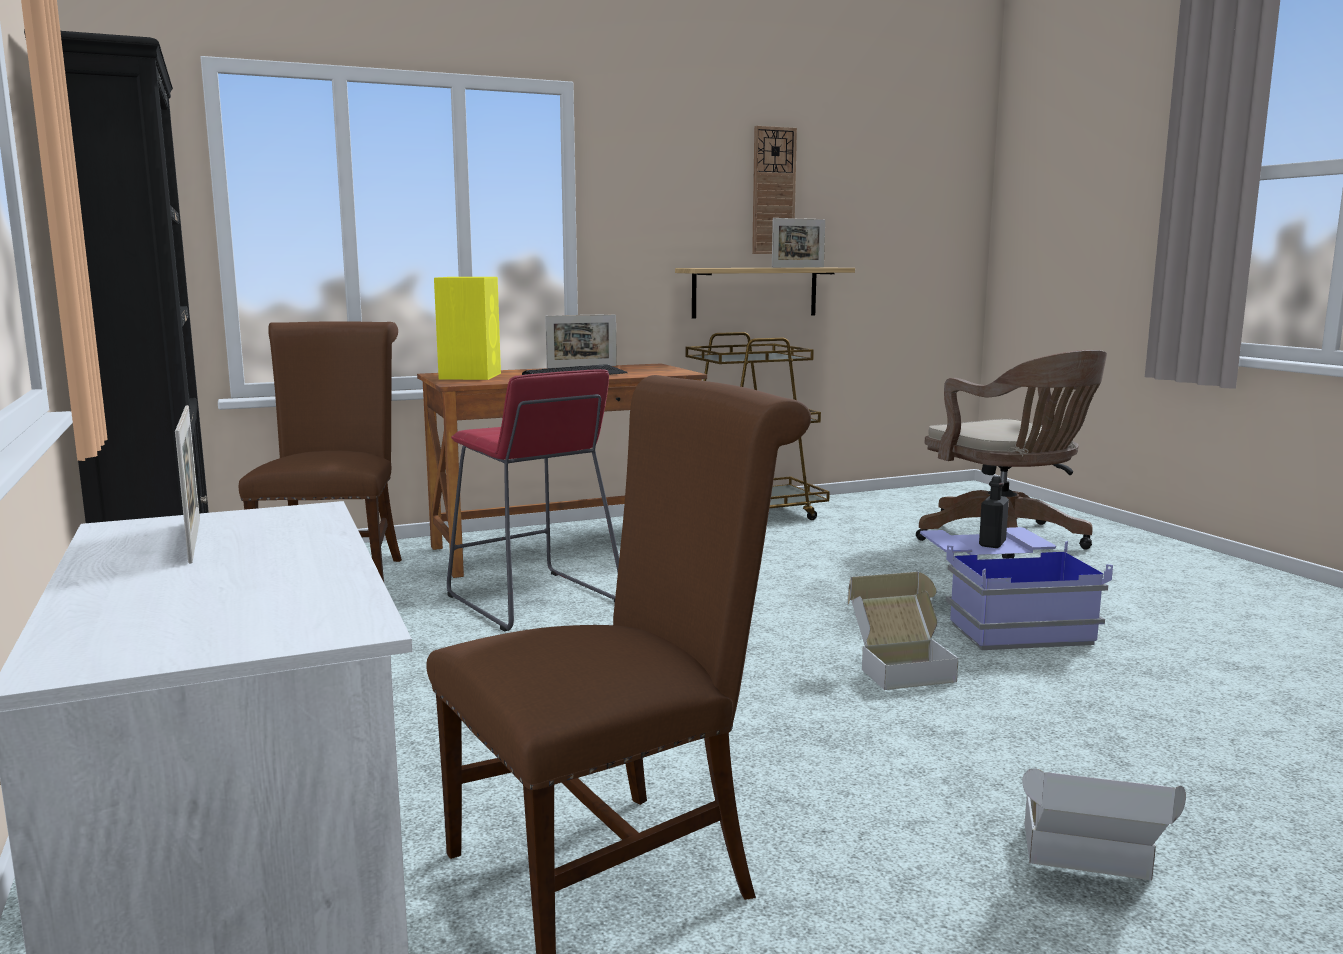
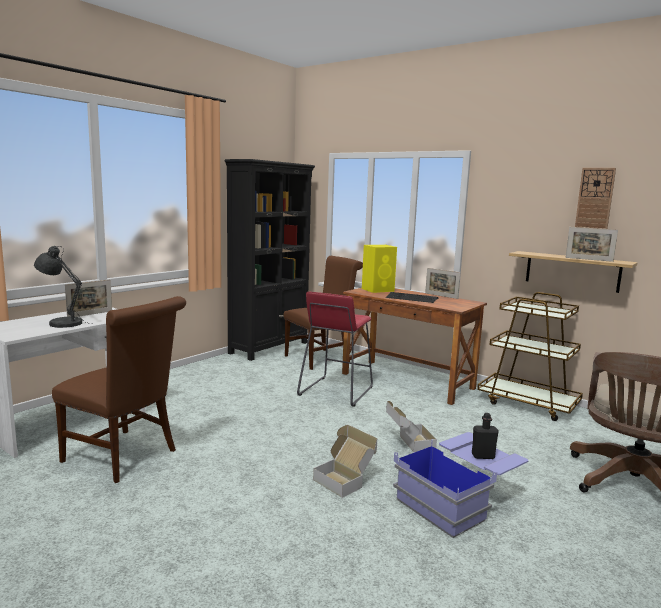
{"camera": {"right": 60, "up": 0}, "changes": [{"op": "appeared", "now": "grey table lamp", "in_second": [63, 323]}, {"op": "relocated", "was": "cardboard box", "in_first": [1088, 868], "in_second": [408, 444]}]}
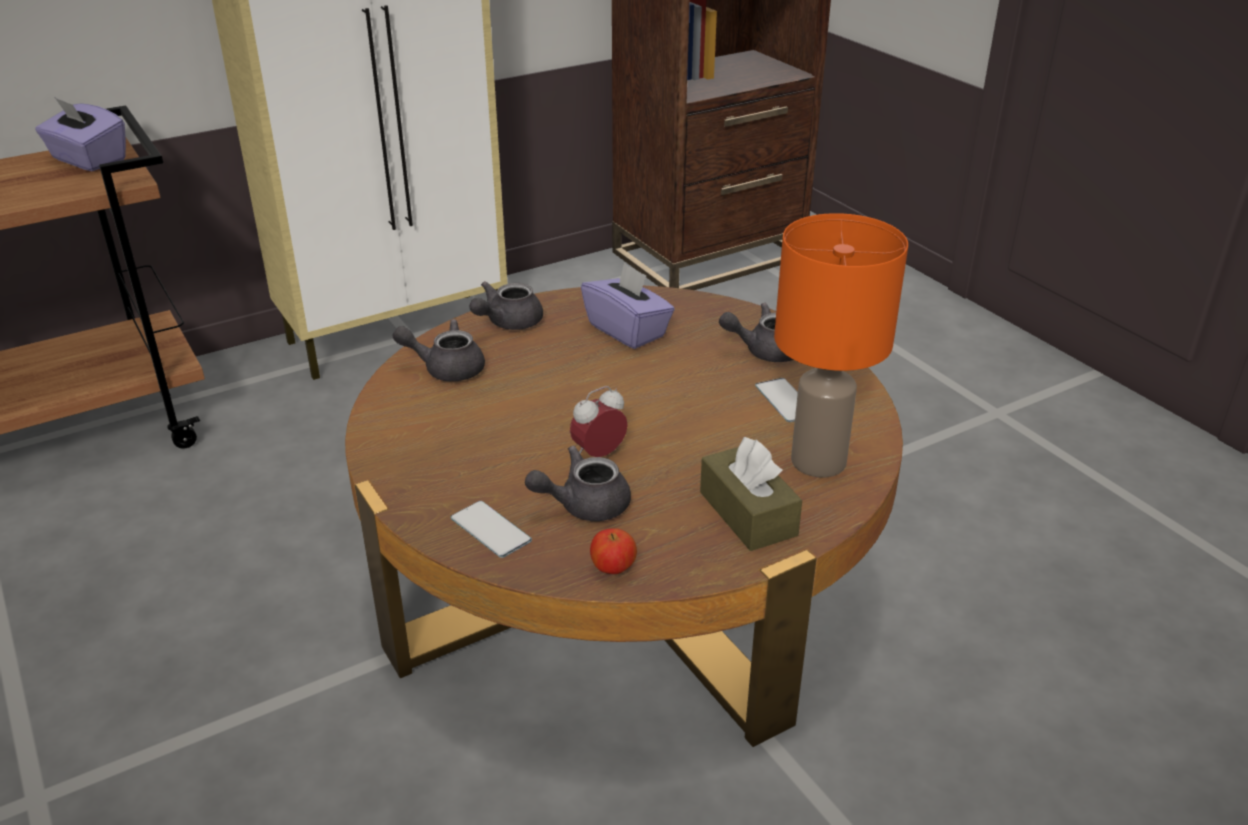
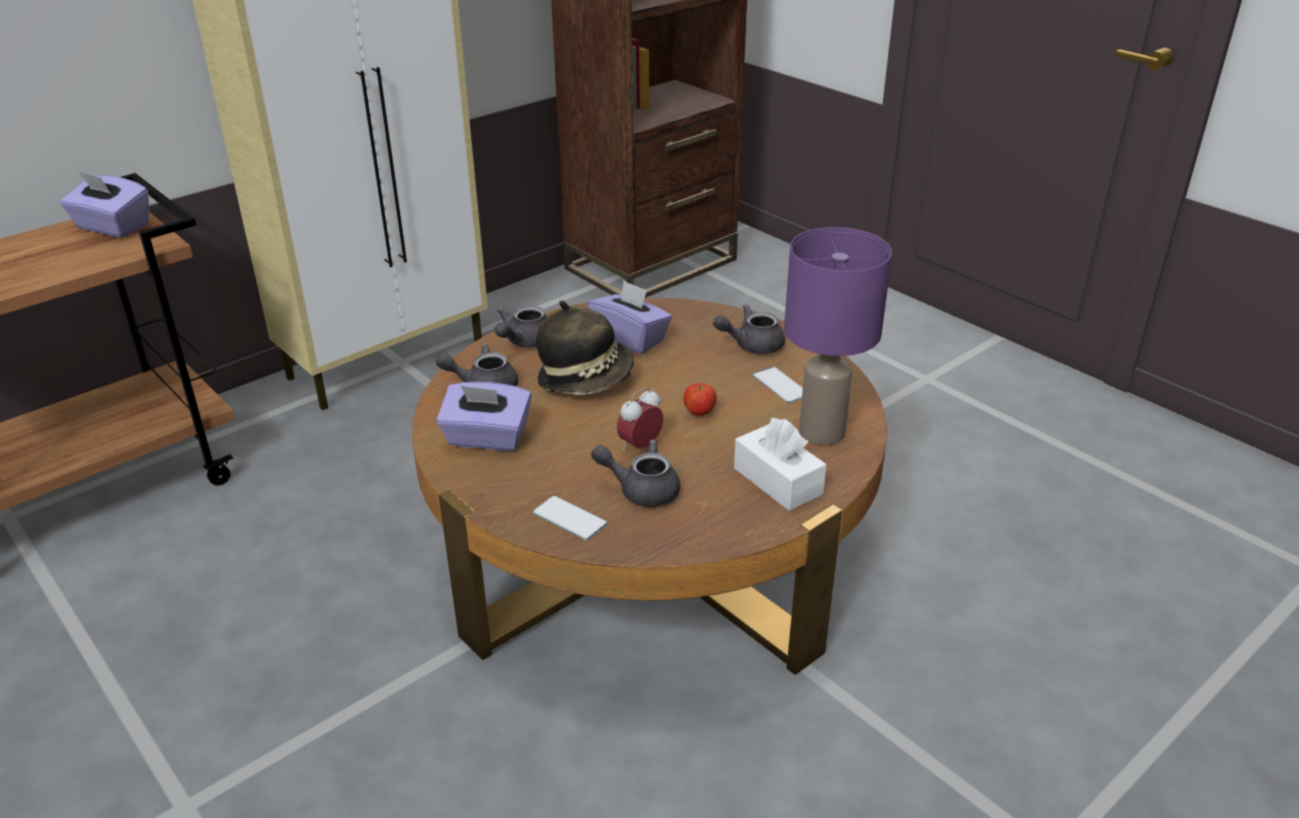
{"camera": {"right": -10, "up": 0}, "changes": [{"op": "appeared", "now": "purple tissue box", "in_second": [487, 438]}, {"op": "appeared", "now": "hat", "in_second": [586, 379]}, {"op": "relocated", "was": "apple", "in_first": [613, 569], "in_second": [699, 413]}, {"op": "colour", "was": "brown tissue box", "now": "white tissue box", "in_first": [748, 514], "in_second": [777, 481]}, {"op": "colour", "was": "orange table lamp", "now": "purple table lamp", "in_first": [820, 462], "in_second": [823, 433]}, {"op": "spun", "was": "grey teapot", "in_first": [583, 505], "in_second": [641, 489], "clockwise": 45}]}
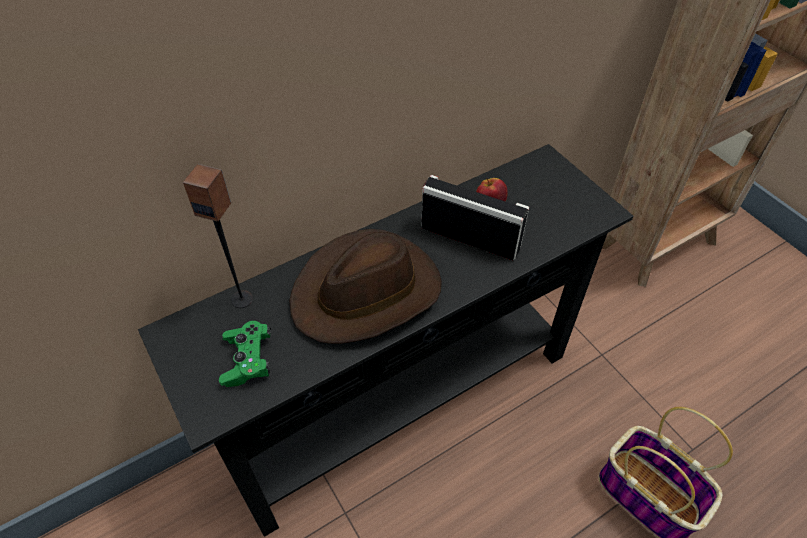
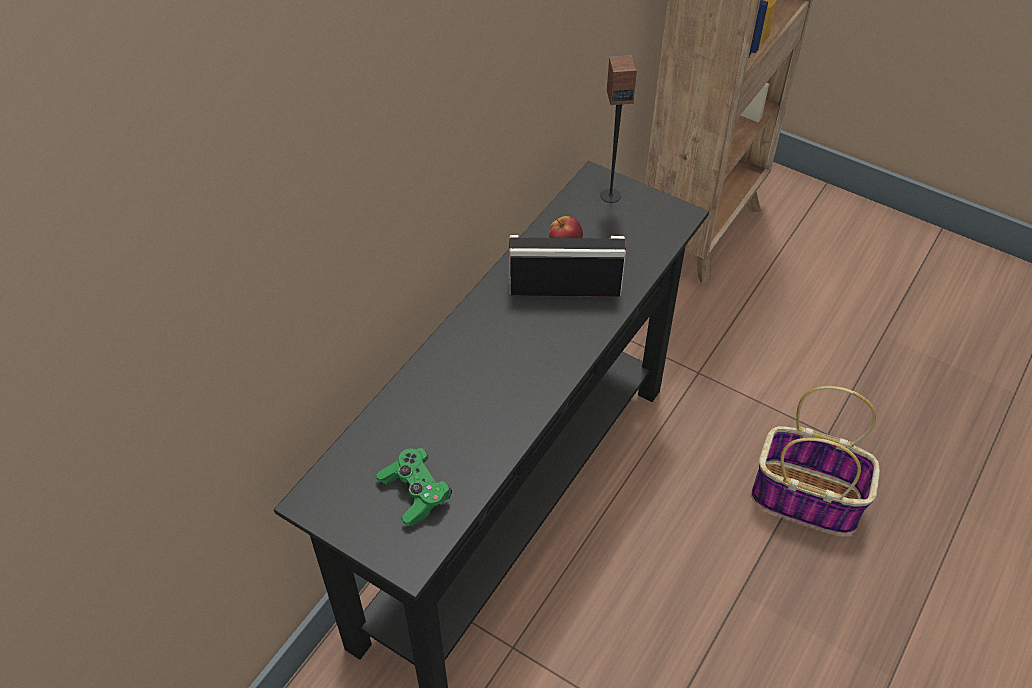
{"camera": {"right": -25, "up": 0}, "changes": [{"op": "missing", "was": "brown hat", "in_first": [367, 292]}, {"op": "relocated", "was": "speaker", "in_first": [242, 299], "in_second": [610, 195]}]}
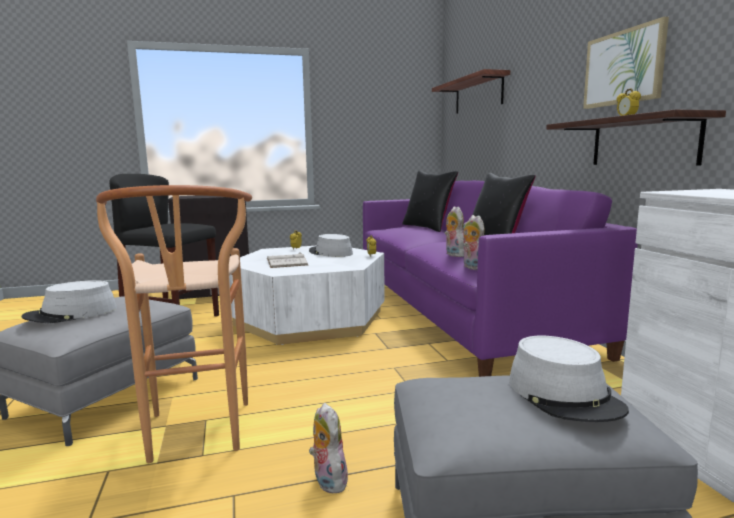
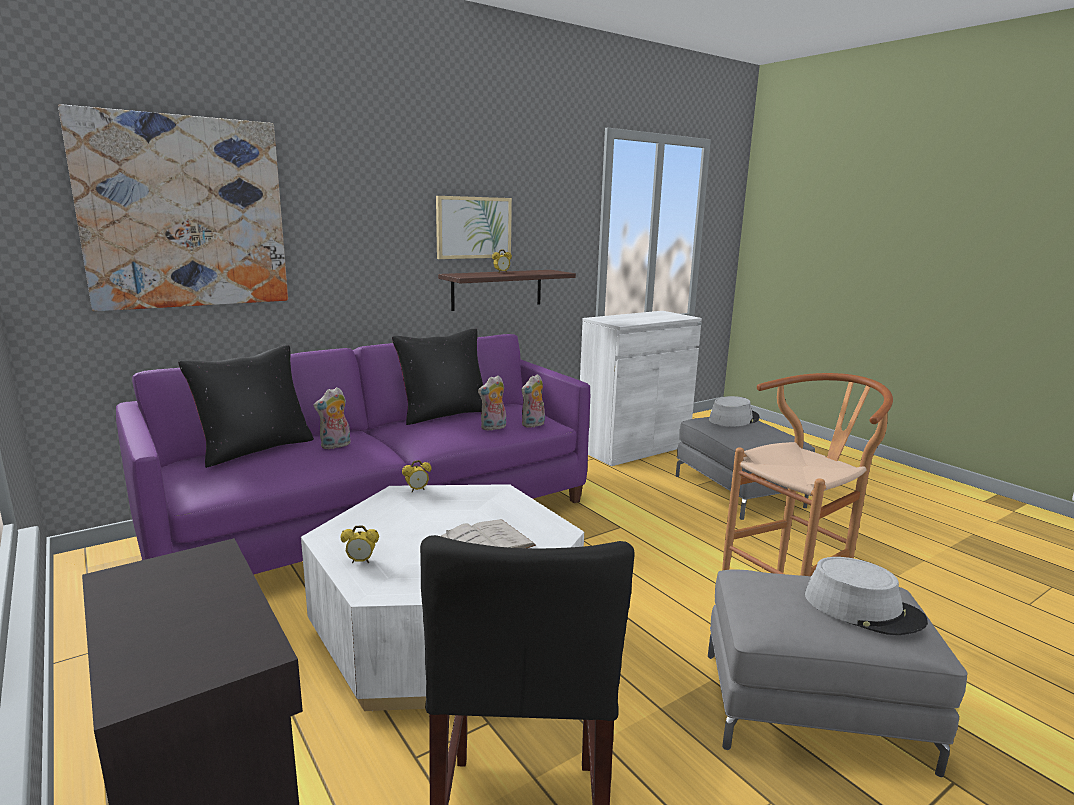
{"camera": {"right": -110, "up": 5}, "changes": [{"op": "missing", "was": "grey hat", "in_first": [330, 253]}, {"op": "relocated", "was": "plush toy", "in_first": [327, 480], "in_second": [335, 446]}, {"op": "exchanged", "was": "shelf", "now": "picture", "in_first": [478, 94], "in_second": [185, 213]}]}
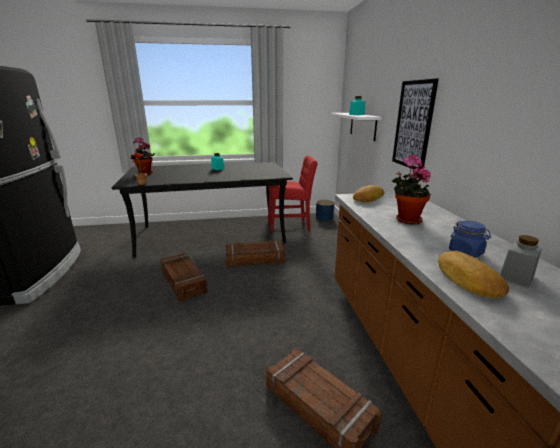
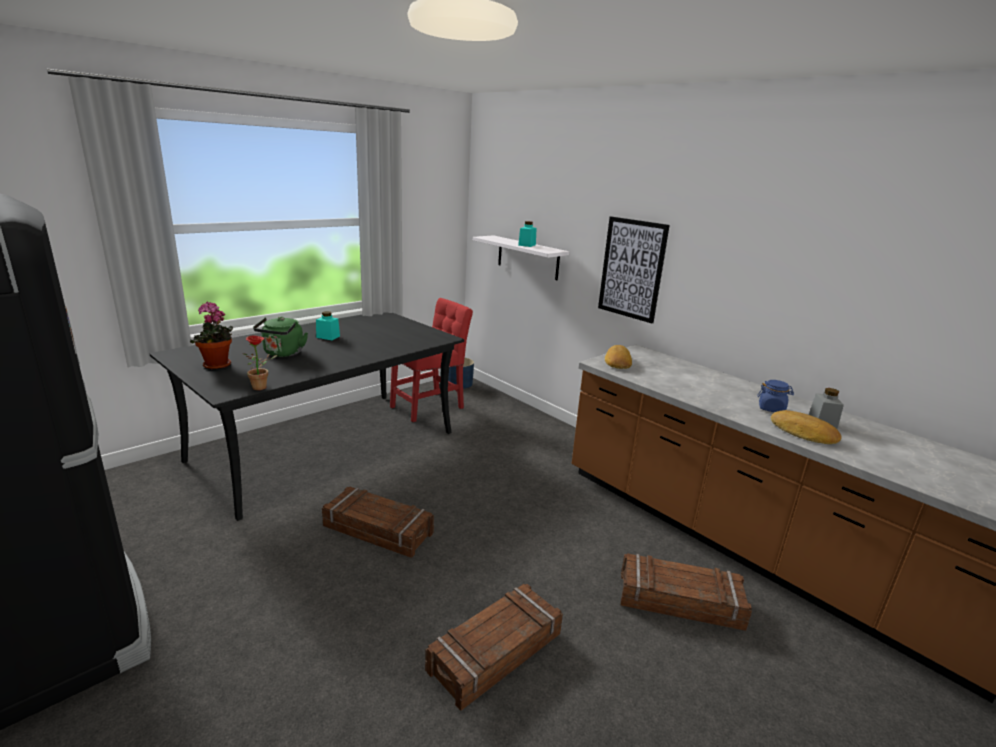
{"camera": {"right": -35, "up": 0}, "changes": [{"op": "missing", "was": "potted plant", "in_first": [406, 220]}, {"op": "appeared", "now": "green kettle", "in_second": [283, 353]}, {"op": "relocated", "was": "crate", "in_first": [255, 259], "in_second": [494, 651]}]}
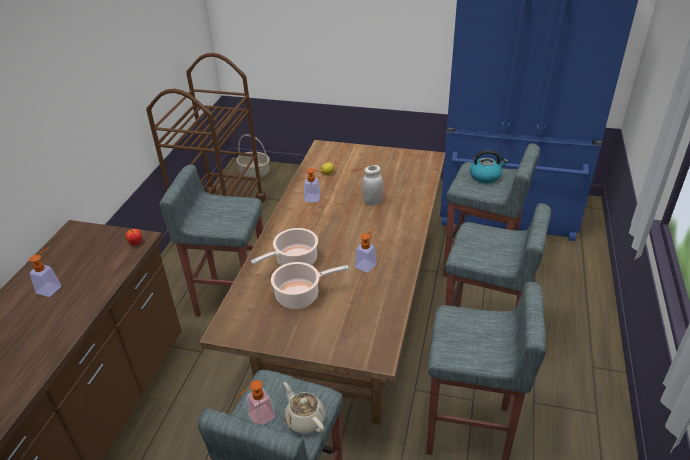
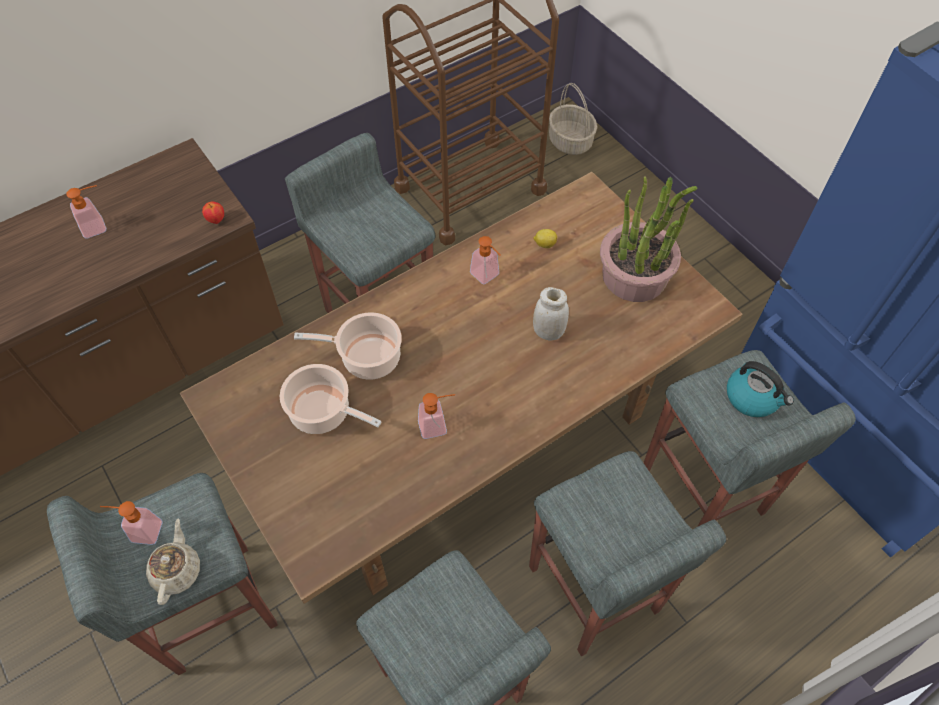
{"camera": {"right": 40, "up": 20}, "changes": [{"op": "appeared", "now": "potted plant", "in_second": [635, 276]}]}
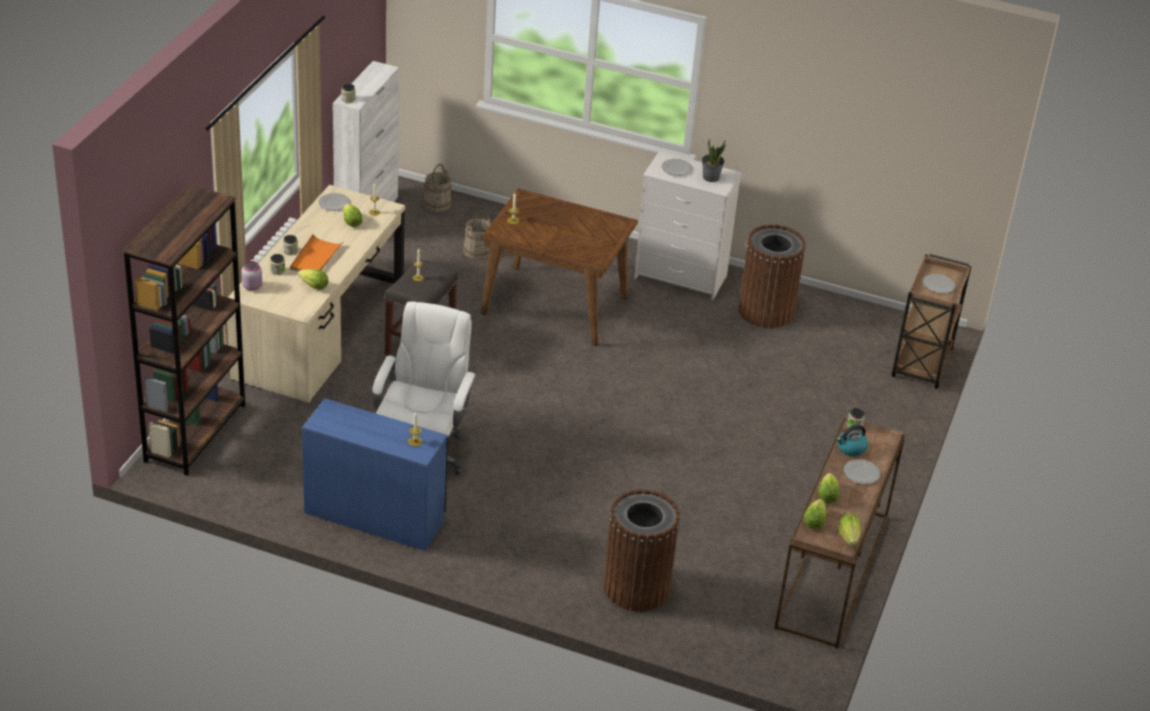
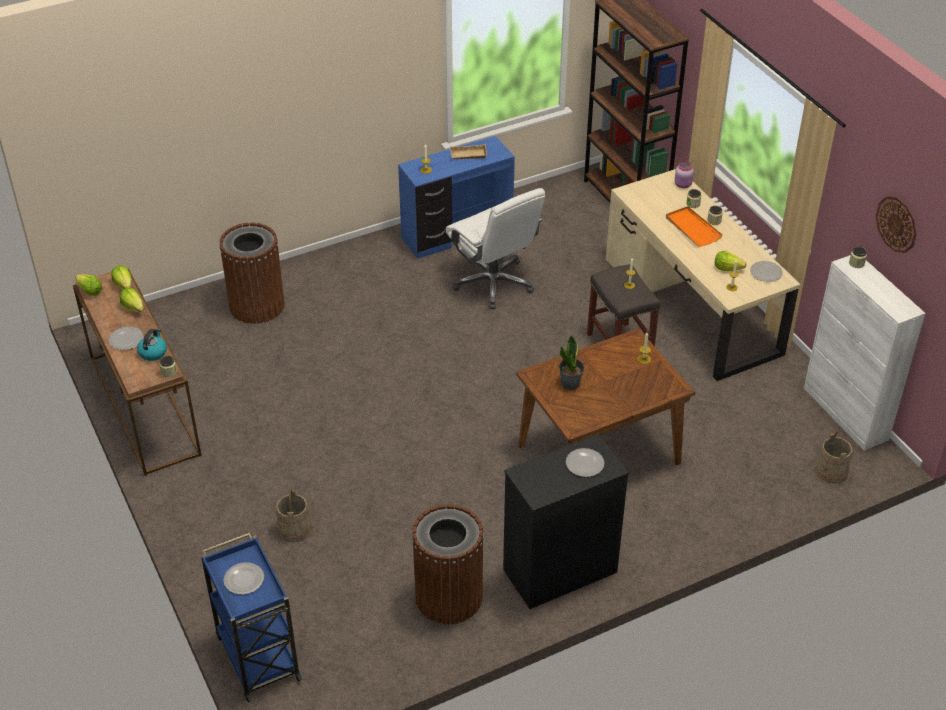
{"camera": {"right": 135, "up": 5}, "changes": [{"op": "missing", "was": "lettuce", "in_first": [314, 286]}, {"op": "appeared", "now": "beige tray", "in_second": [468, 155]}, {"op": "appeared", "now": "wall clock", "in_second": [896, 224]}, {"op": "relocated", "was": "beige bucket", "in_first": [477, 251], "in_second": [295, 529]}, {"op": "relocated", "was": "potted plant", "in_first": [710, 177], "in_second": [570, 383]}, {"op": "colour", "was": "white dresser", "now": "black dresser", "in_first": [681, 277], "in_second": [559, 571]}, {"op": "colour", "was": "brown cart", "now": "blue cart", "in_first": [921, 364], "in_second": [257, 656]}]}
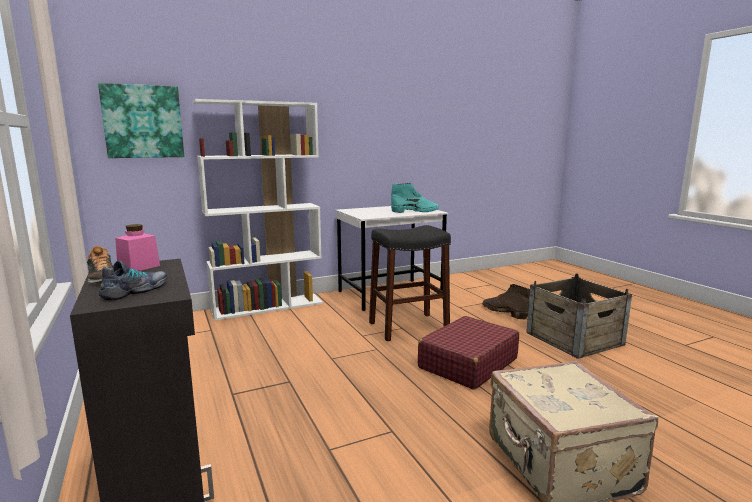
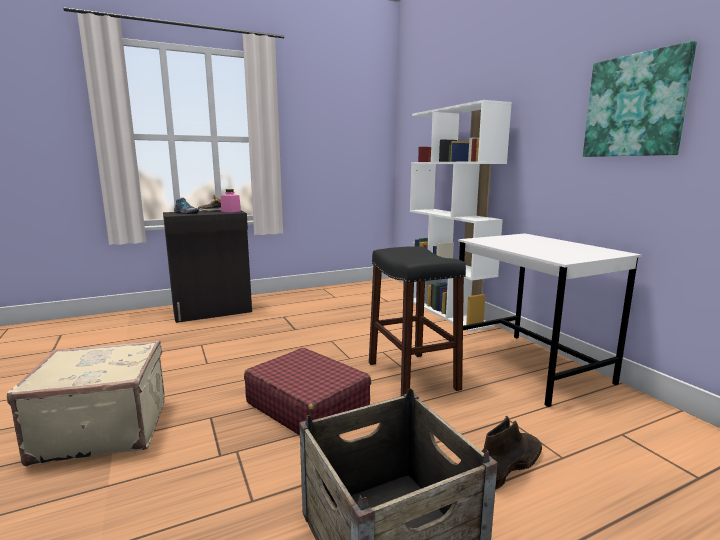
{"camera": {"right": 90, "up": 0}, "changes": [{"op": "missing", "was": "turquoise boot", "in_first": [415, 211]}, {"op": "relocated", "was": "picture", "in_first": [143, 121], "in_second": [635, 106]}]}
